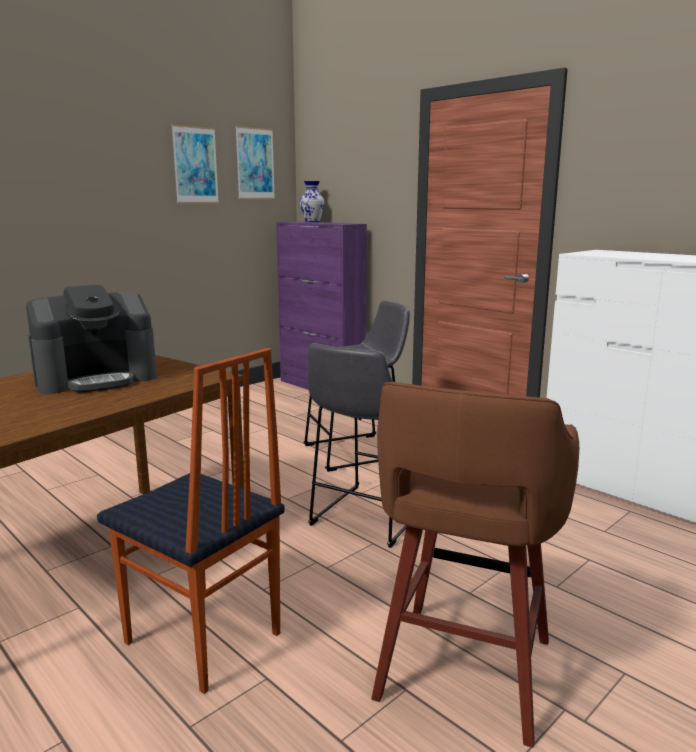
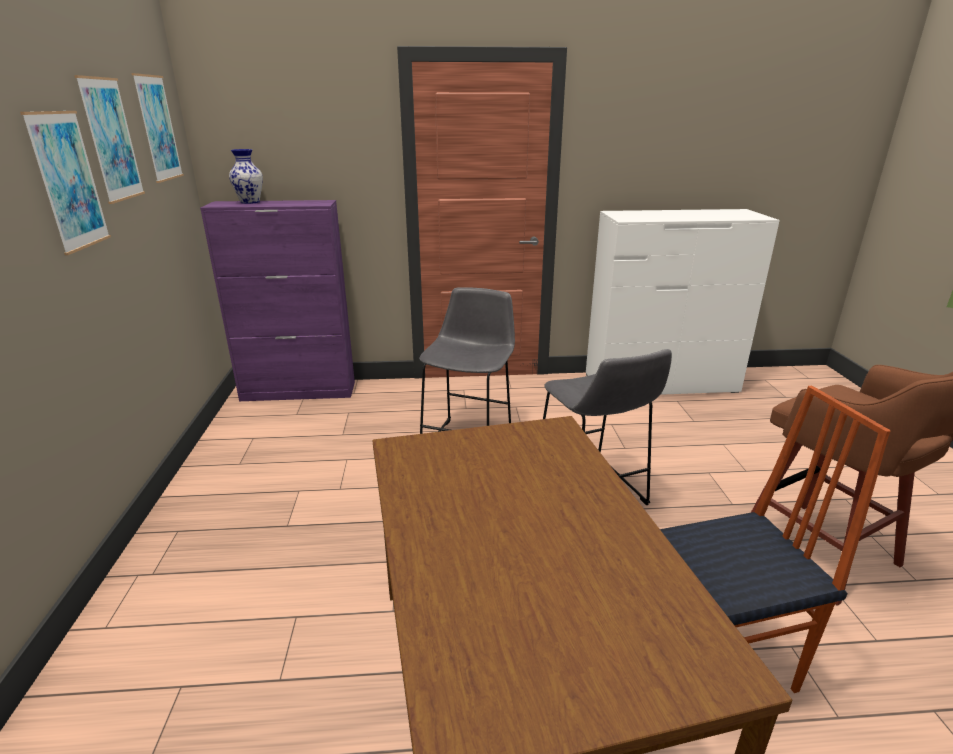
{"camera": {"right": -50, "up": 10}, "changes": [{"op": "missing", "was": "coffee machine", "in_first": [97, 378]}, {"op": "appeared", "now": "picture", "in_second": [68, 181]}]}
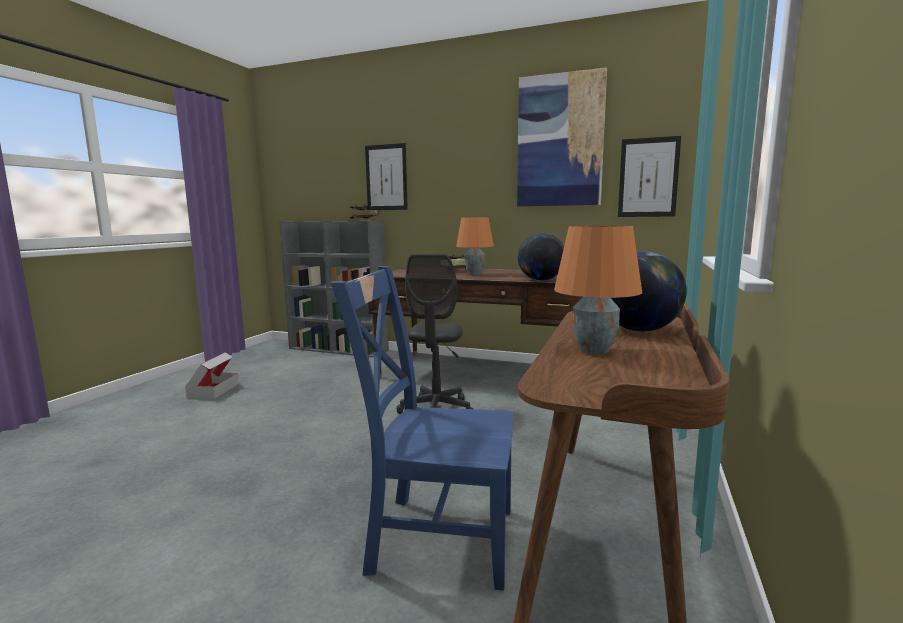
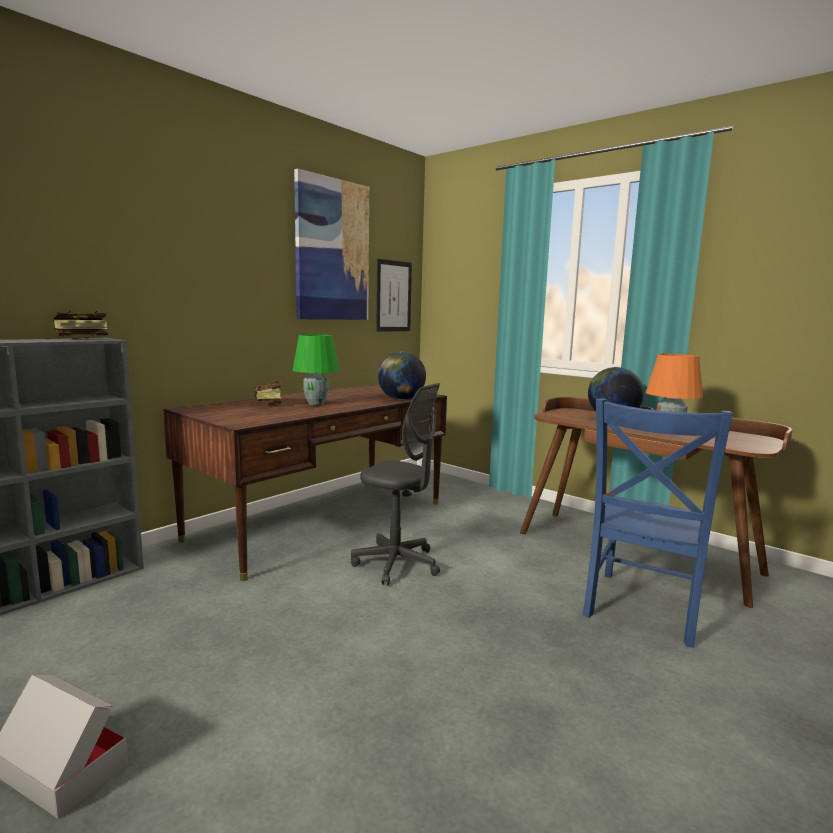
{"camera": {"right": -70, "up": 0}, "changes": [{"op": "missing", "was": "picture", "in_first": [386, 177]}, {"op": "colour", "was": "orange table lamp", "now": "green table lamp", "in_first": [475, 274], "in_second": [316, 404]}]}
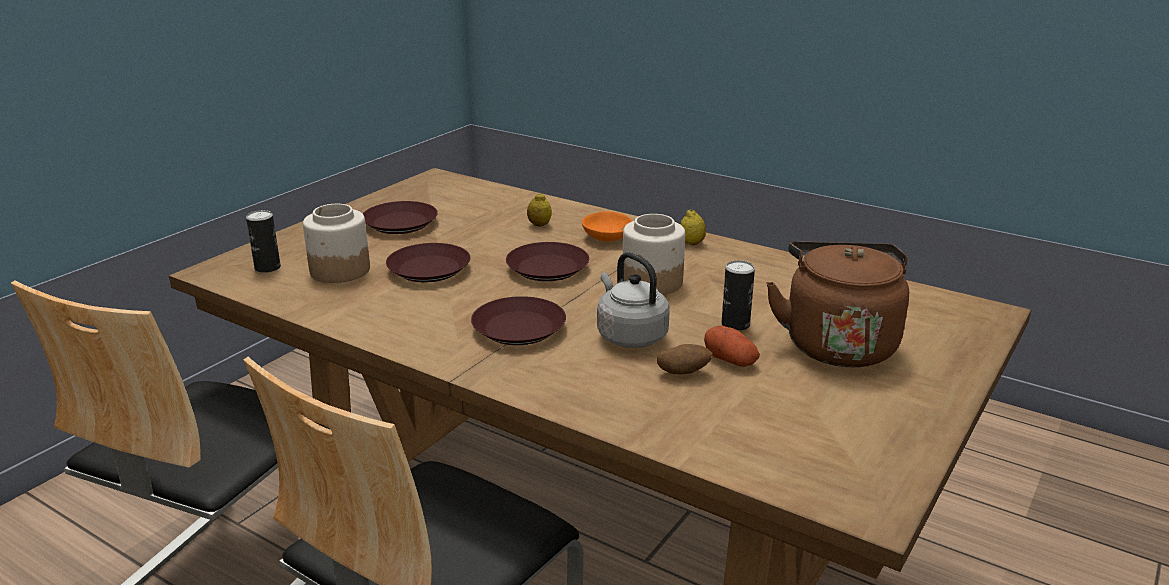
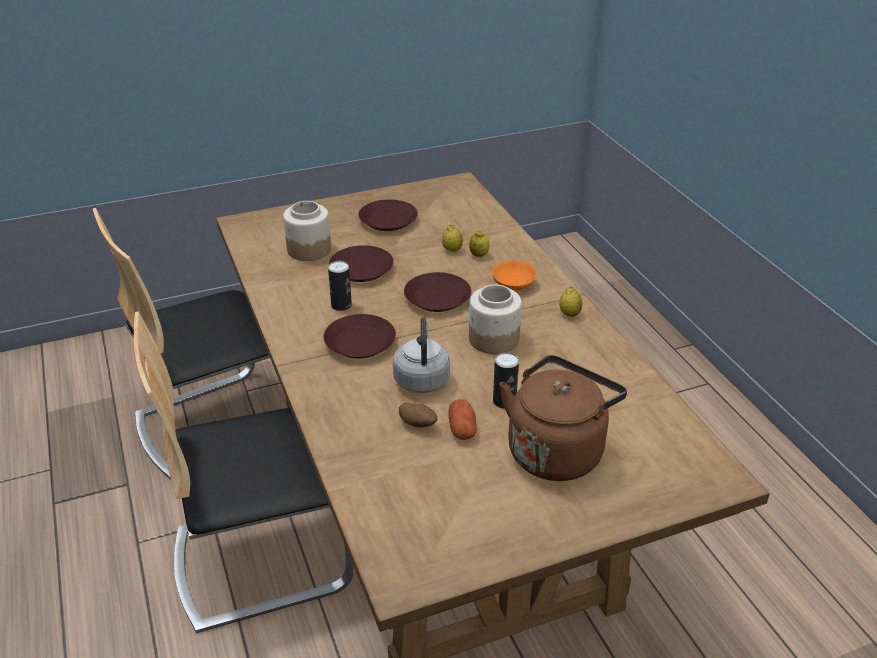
{"camera": {"right": 35, "up": 10}, "changes": [{"op": "appeared", "now": "lemon", "in_second": [452, 250]}, {"op": "relocated", "was": "can", "in_first": [267, 268], "in_second": [341, 305]}]}
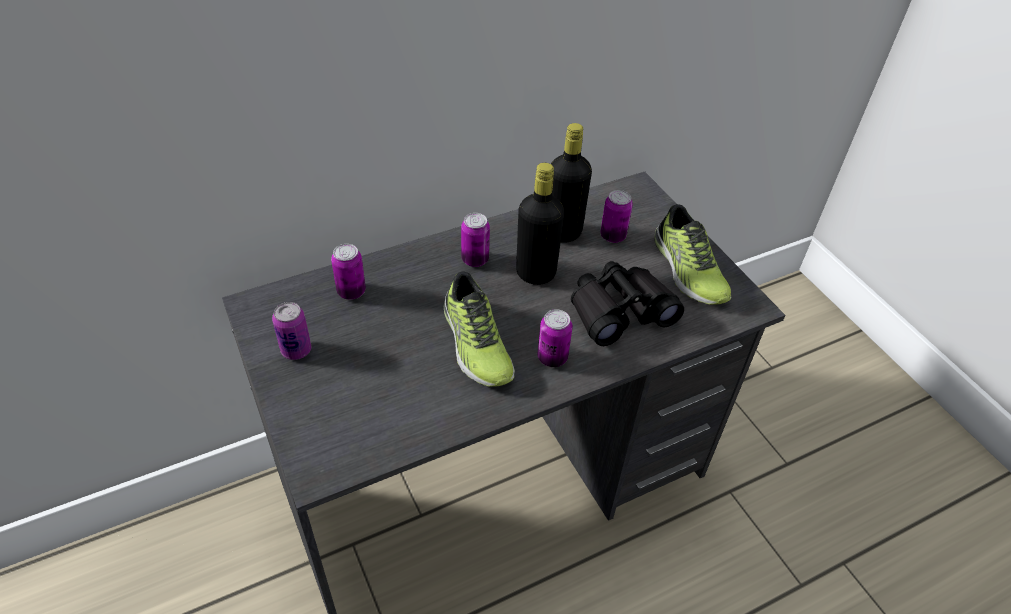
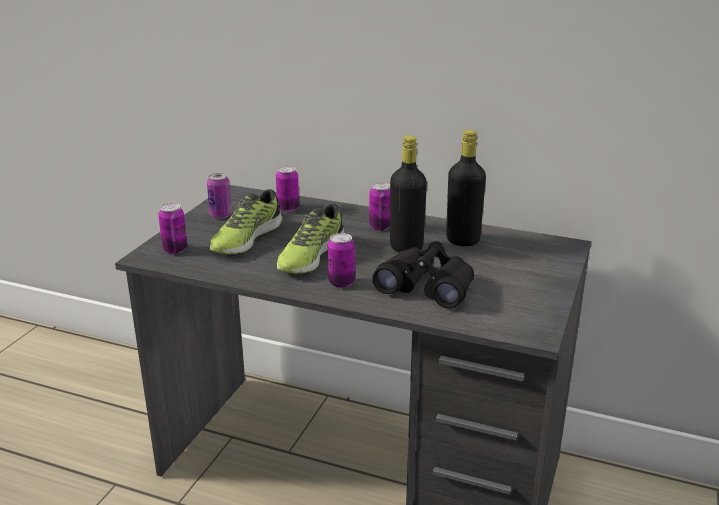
{"camera": {"right": 50, "up": -20}, "changes": [{"op": "relocated", "was": "can", "in_first": [613, 236], "in_second": [175, 249]}, {"op": "relocated", "was": "shoe", "in_first": [687, 270], "in_second": [245, 238]}]}
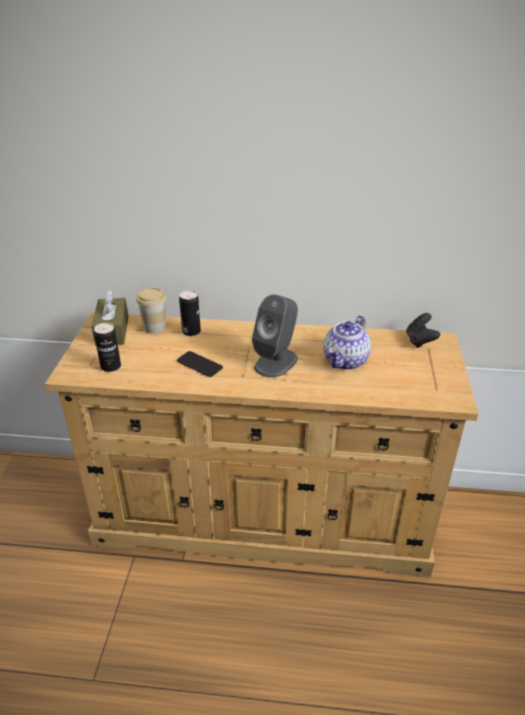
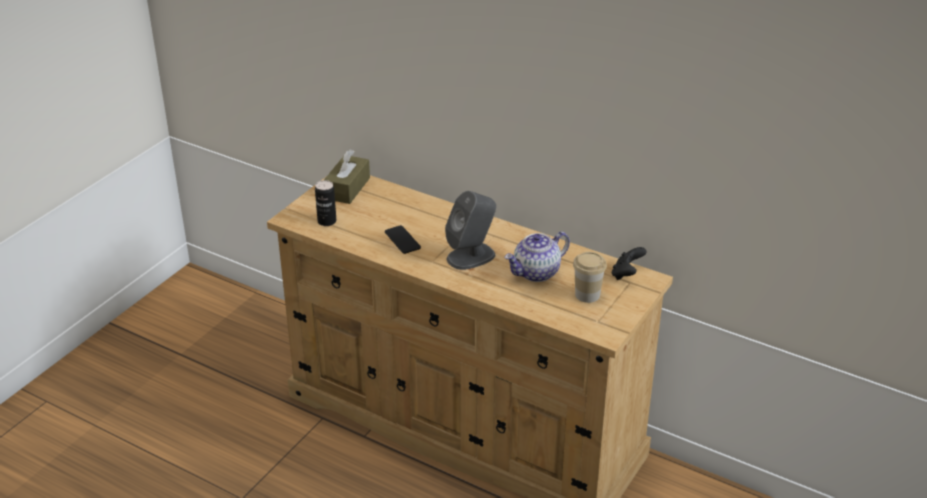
{"camera": {"right": 25, "up": 0}, "changes": [{"op": "missing", "was": "can", "in_first": [191, 331]}, {"op": "relocated", "was": "cup", "in_first": [155, 327], "in_second": [587, 295]}]}
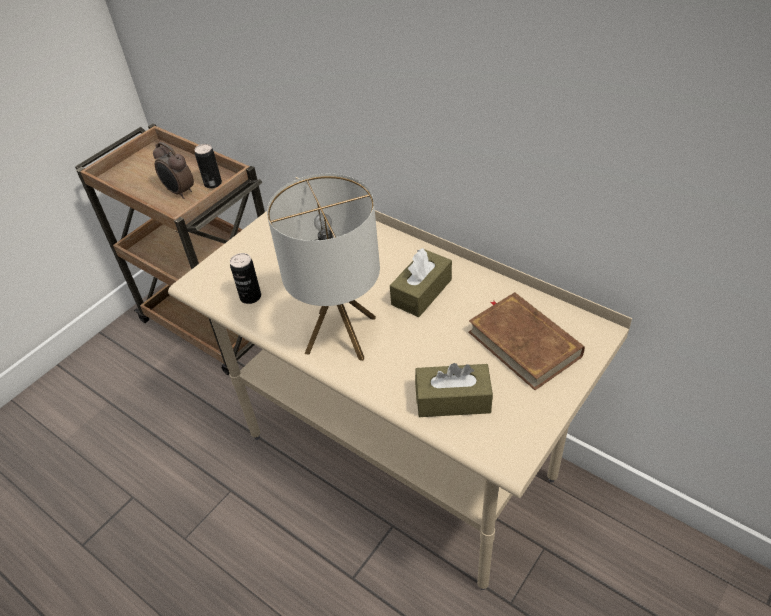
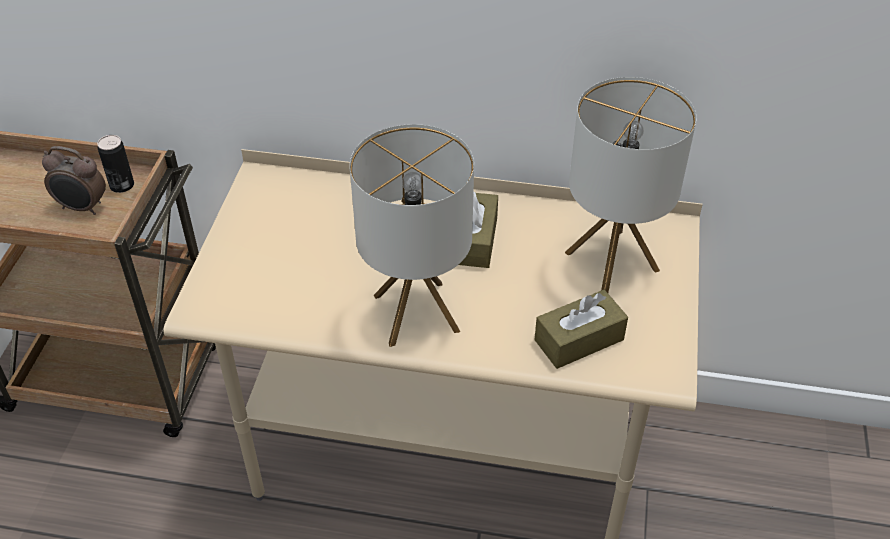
{"camera": {"right": -30, "up": 0}, "changes": [{"op": "missing", "was": "can", "in_first": [250, 297]}, {"op": "exchanged", "was": "brown book", "now": "table lamp", "in_first": [524, 343], "in_second": [612, 261]}]}
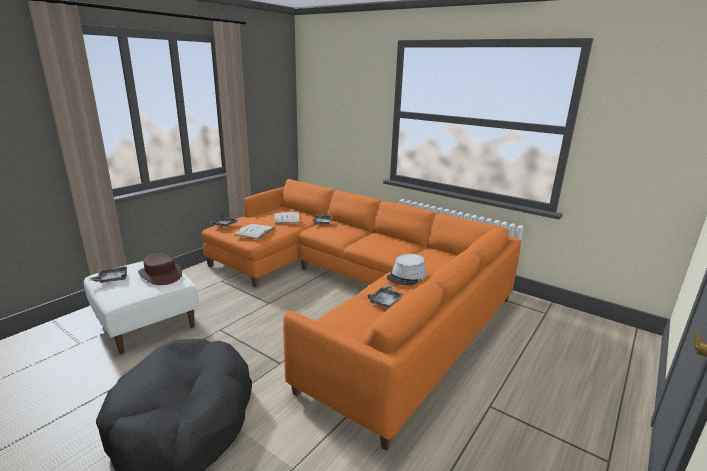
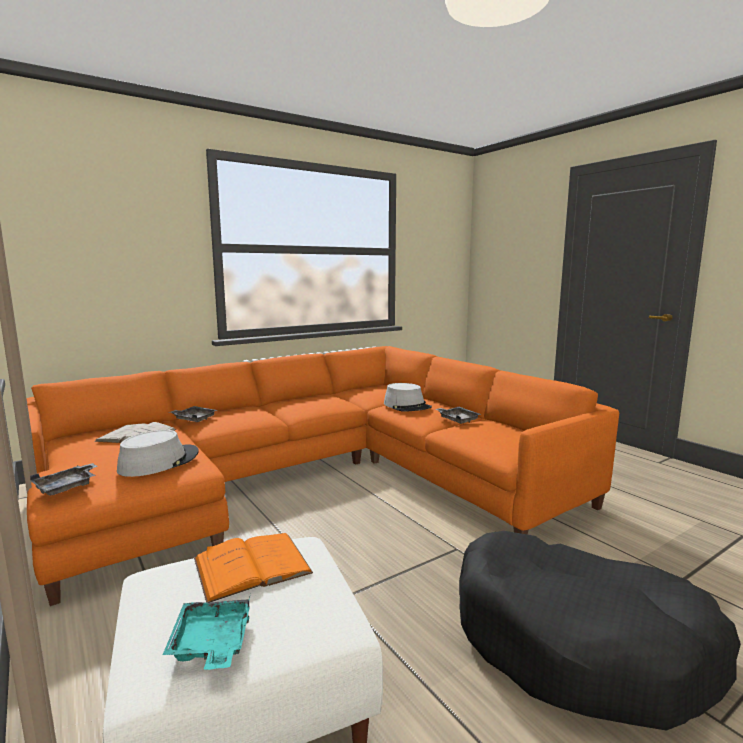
{"camera": {"right": -70, "up": -10}, "changes": [{"op": "exchanged", "was": "brown hat", "now": "orange book", "in_first": [160, 274], "in_second": [252, 565]}, {"op": "exchanged", "was": "white book", "now": "grey hat", "in_first": [255, 231], "in_second": [159, 461]}, {"op": "colour", "was": "grey tray", "now": "turquoise tray", "in_first": [111, 279], "in_second": [211, 644]}]}
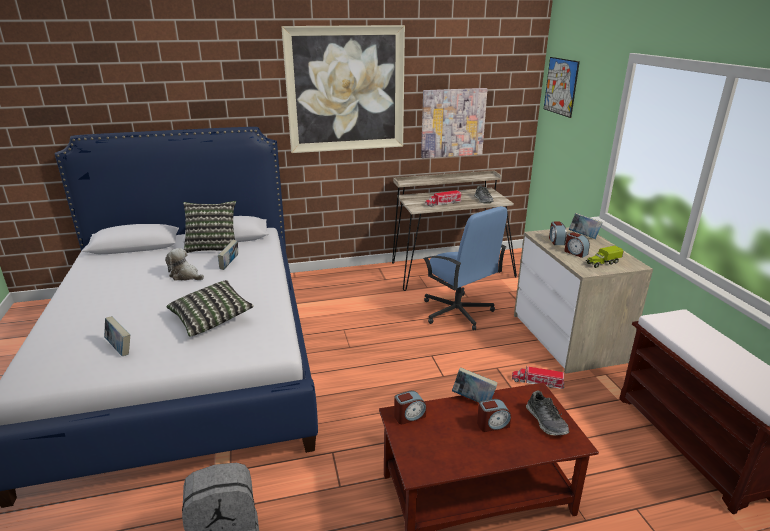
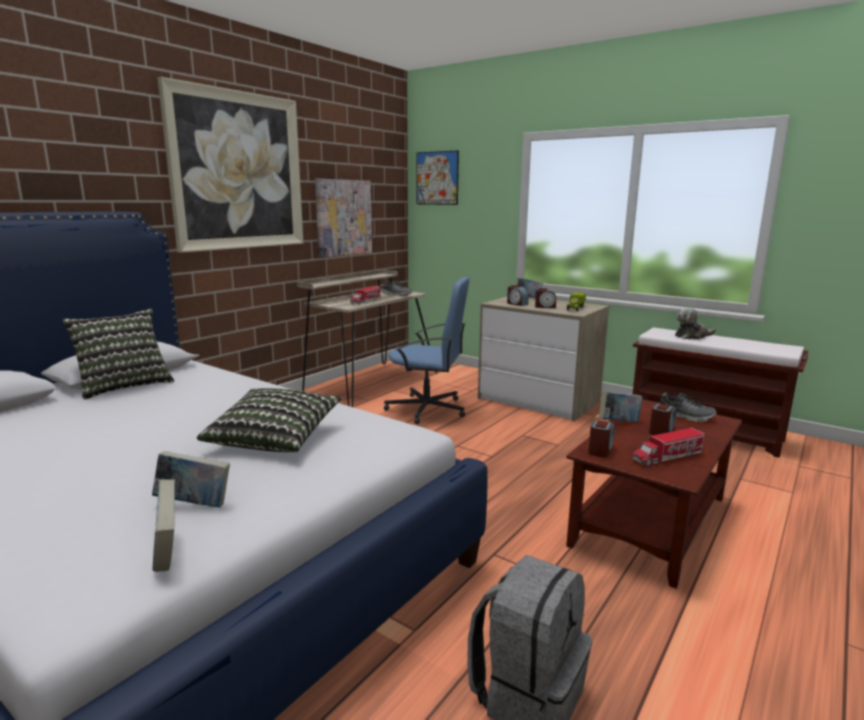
{"camera": {"right": -40, "up": -10}, "changes": [{"op": "relocated", "was": "plush toy", "in_first": [185, 276], "in_second": [692, 336]}, {"op": "relocated", "was": "book", "in_first": [229, 265], "in_second": [168, 551]}, {"op": "relocated", "was": "toy truck", "in_first": [537, 382], "in_second": [667, 456]}]}
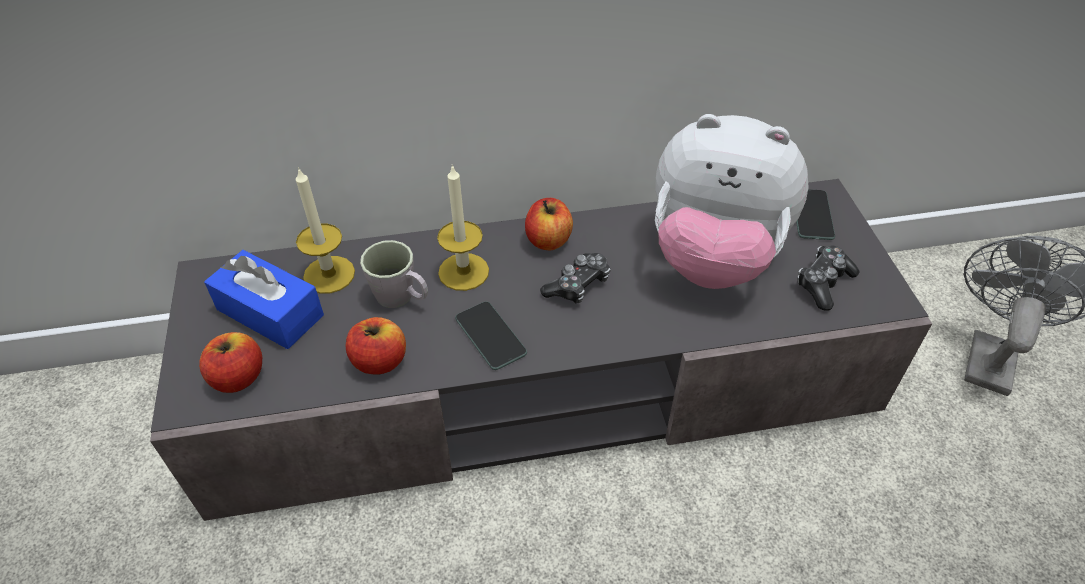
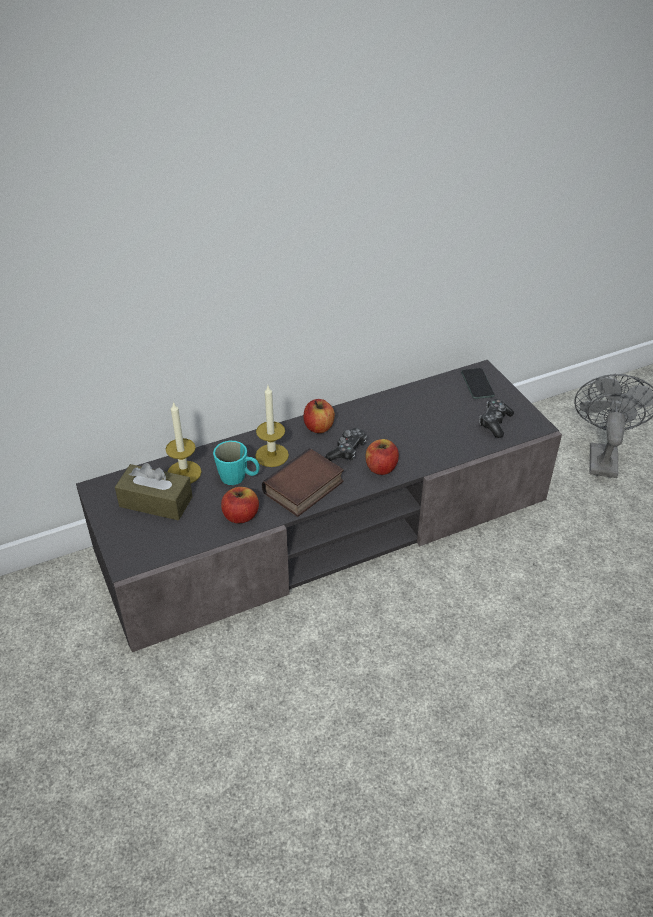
{"camera": {"right": -15, "up": -5}, "changes": [{"op": "missing", "was": "plush toy", "in_first": [713, 257]}, {"op": "relocated", "was": "apple", "in_first": [238, 377], "in_second": [381, 468]}, {"op": "exchanged", "was": "phone", "now": "book", "in_first": [490, 336], "in_second": [304, 489]}, {"op": "colour", "was": "blue tissue box", "now": "brown tissue box", "in_first": [270, 312], "in_second": [156, 502]}, {"op": "colour", "was": "grey mug", "now": "turquoise mug", "in_first": [401, 298], "in_second": [238, 478]}]}
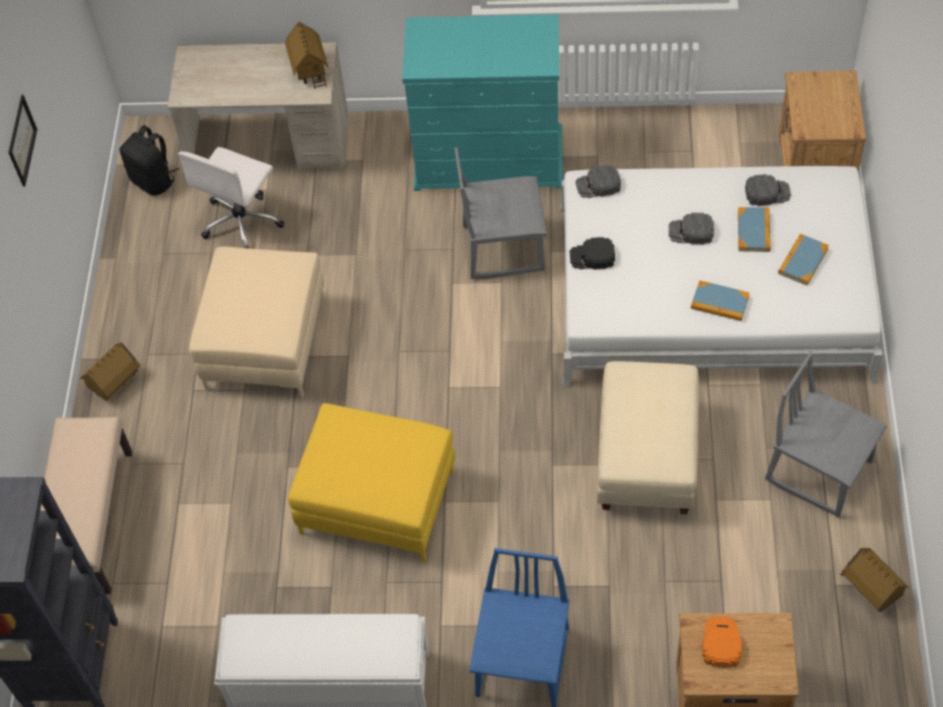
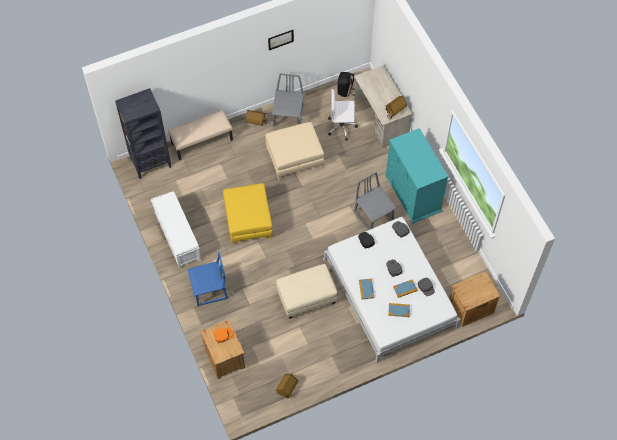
{"camera": {"right": 60, "up": 5}, "changes": [{"op": "relocated", "was": "grey chair", "in_first": [819, 470], "in_second": [288, 116]}]}
